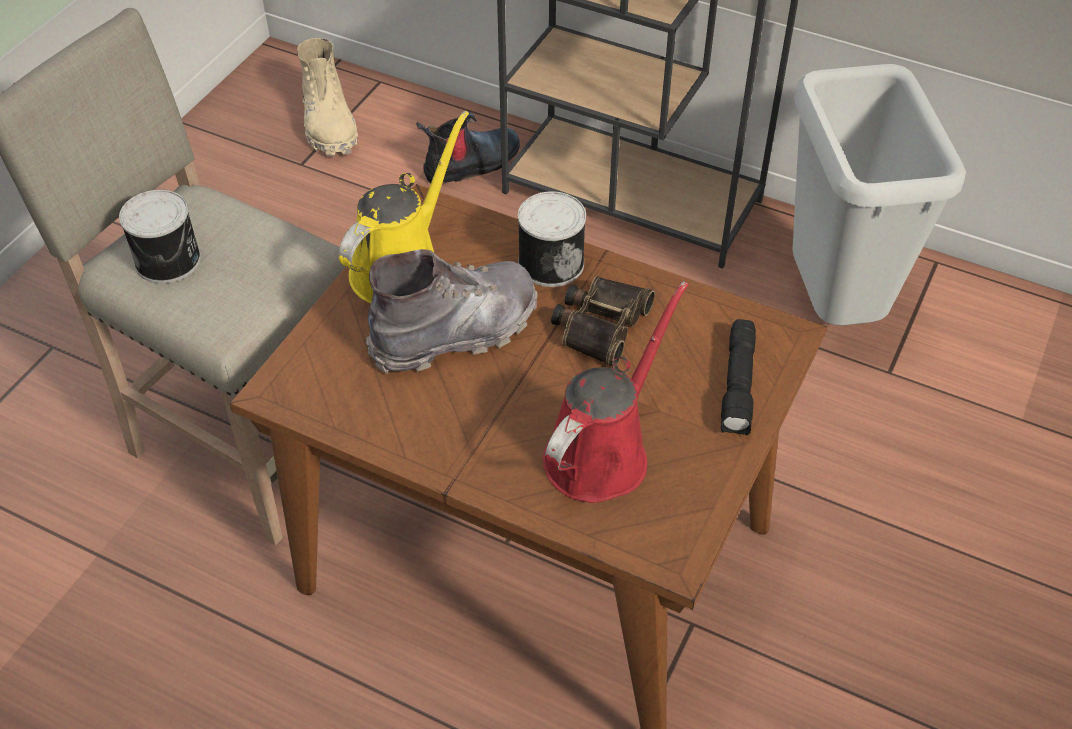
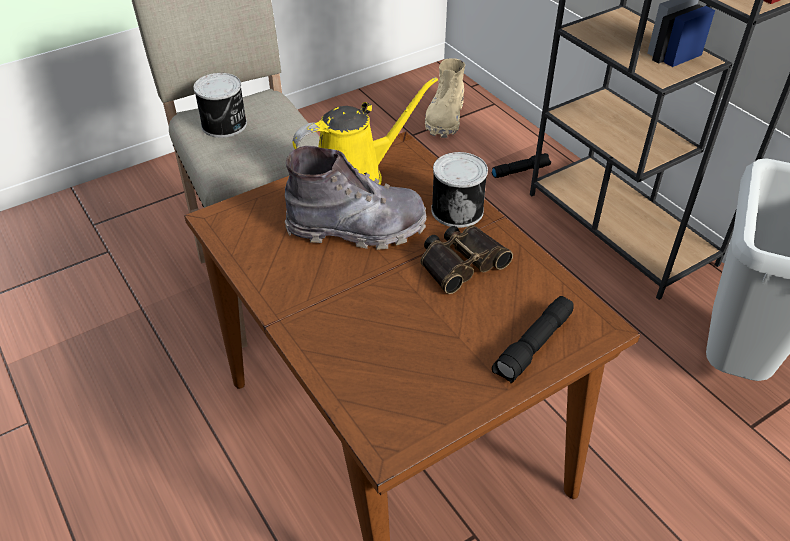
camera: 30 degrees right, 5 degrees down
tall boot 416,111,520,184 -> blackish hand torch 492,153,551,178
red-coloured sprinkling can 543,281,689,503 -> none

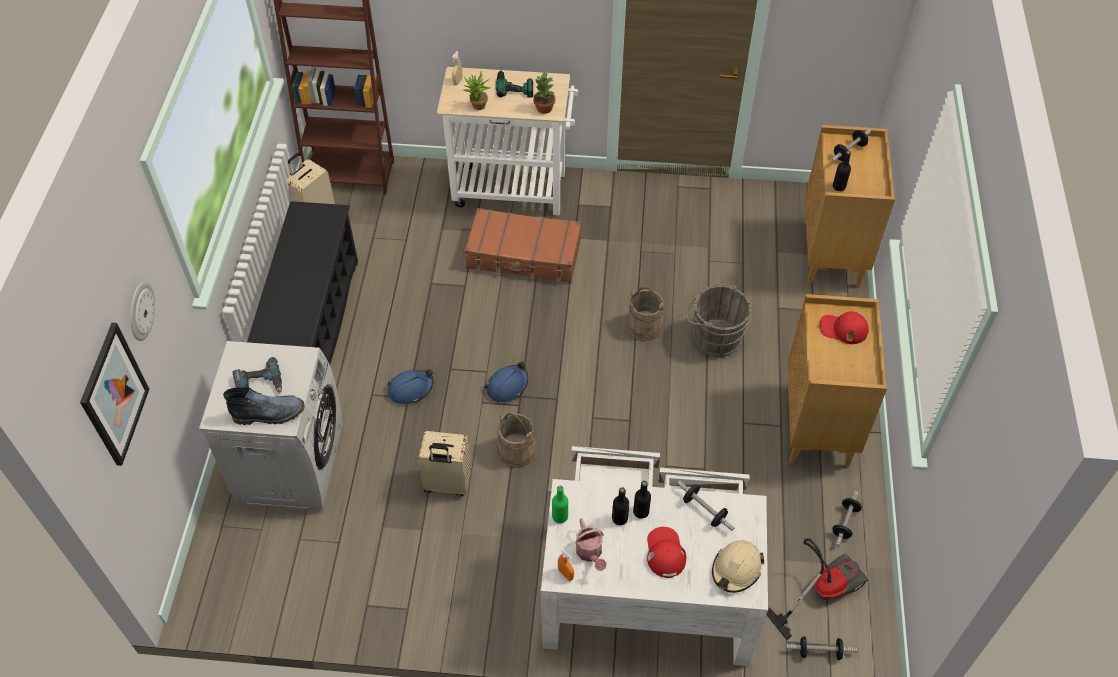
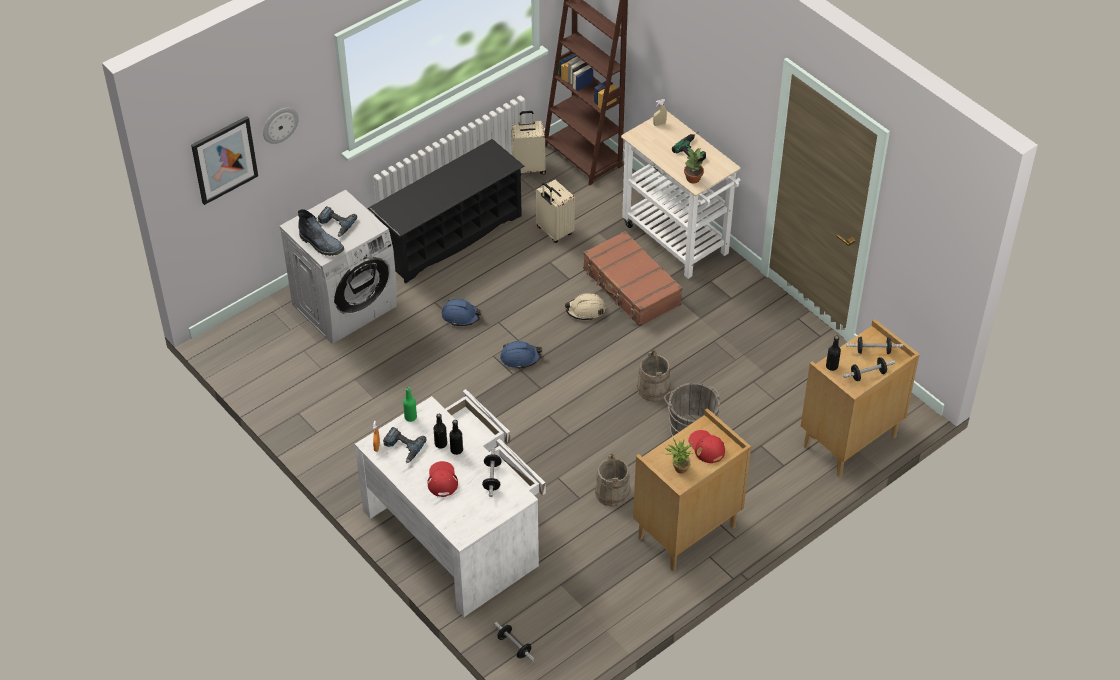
camera: 45 degrees right, 5 degrees down
plant in a pot 464,71,491,110 -> plant in a pot 665,438,693,474, moved
beige bucket 497,413,537,468 -> beige bucket 595,454,630,507, moved
beige travel case 418,431,471,496 -> beige travel case 536,180,575,243, moved
dumbbell 832,491,862,546 -> dumbbell 843,357,895,381, moved
sprinkling can 575,518,607,571 -> power drill 383,427,426,463
red-coloured baseball cap 647,527,687,578 -> red-coloured baseball cap 427,461,458,497, 45 degrees counterclockwise
hoover 766,538,869,640 -> none
beige safety helmet 712,540,764,593 -> beige safety helmet 565,293,605,321, moved

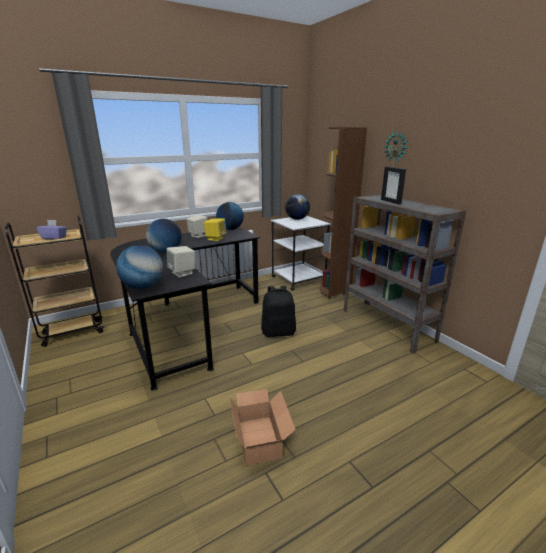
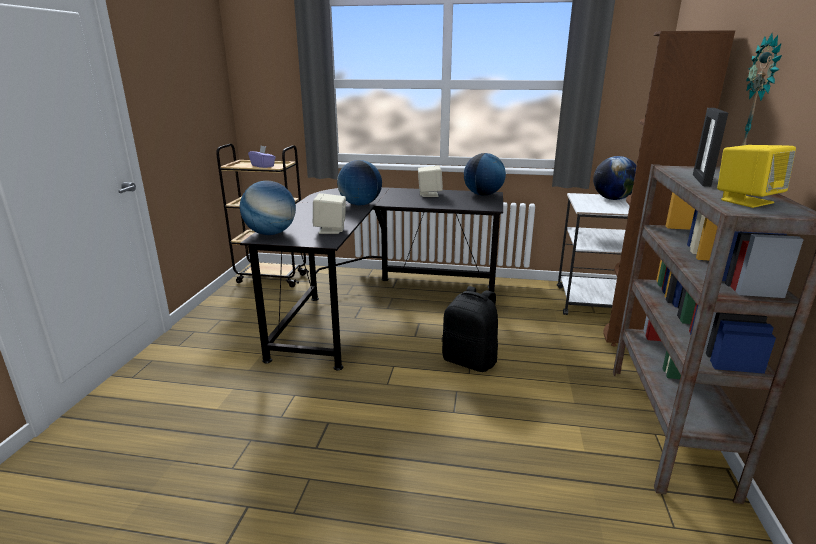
camera: 40 degrees right, 0 degrees up
yellow speaker 204,218,227,241 -> yellow speaker 717,145,796,208, moved
cardboard box 230,389,296,466 -> none

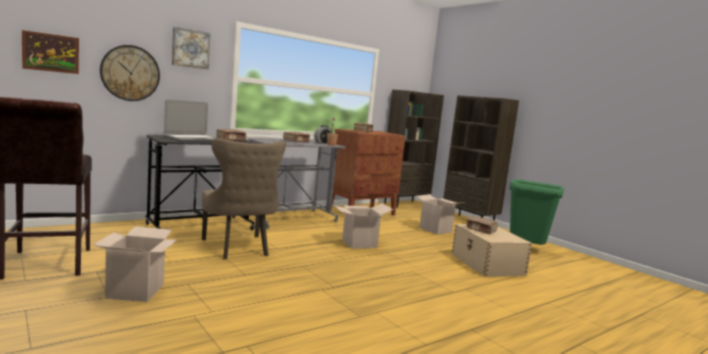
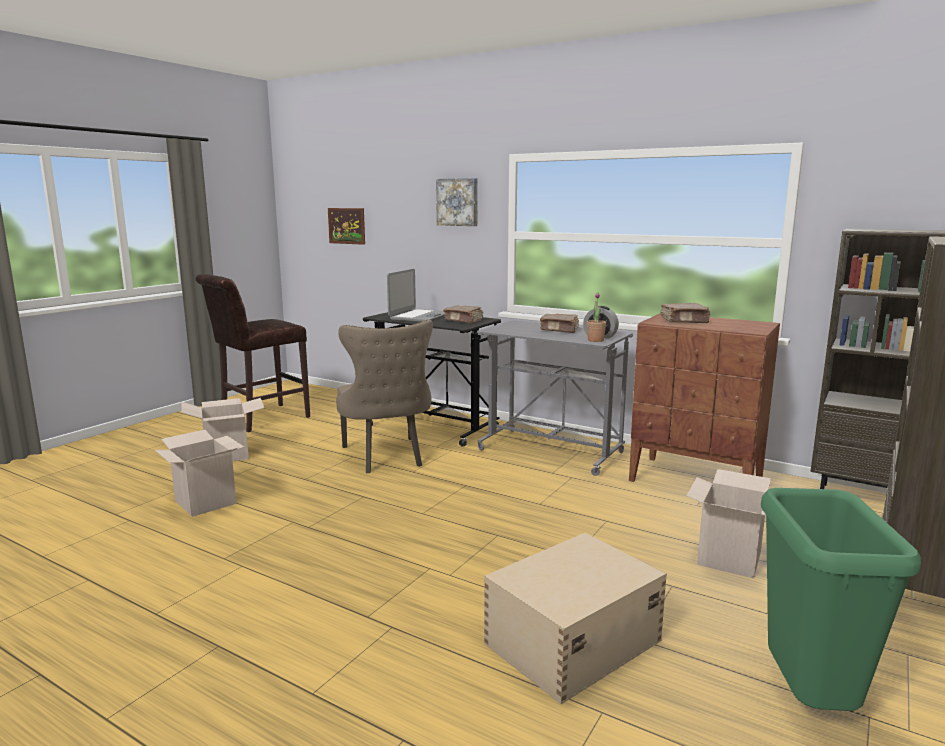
camera: 70 degrees right, 5 degrees up
clock on the wall 100,45,160,101 -> none
portable computer 164,100,215,141 -> portable computer 387,269,445,322, 90 degrees counterclockwise
beige plain chair 202,138,286,259 -> beige plain chair 336,319,433,473, 60 degrees counterclockwise
cardboard box 333,203,393,249 -> cardboard box 155,430,244,517, moved
brown-coloured volume 466,216,498,234 -> none

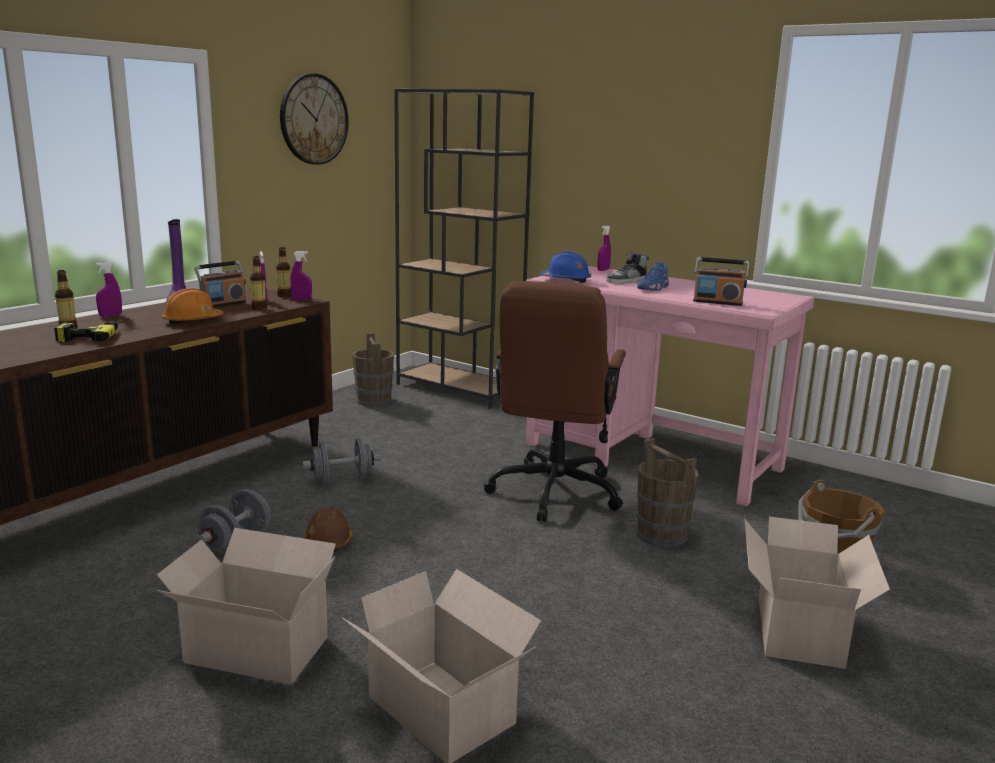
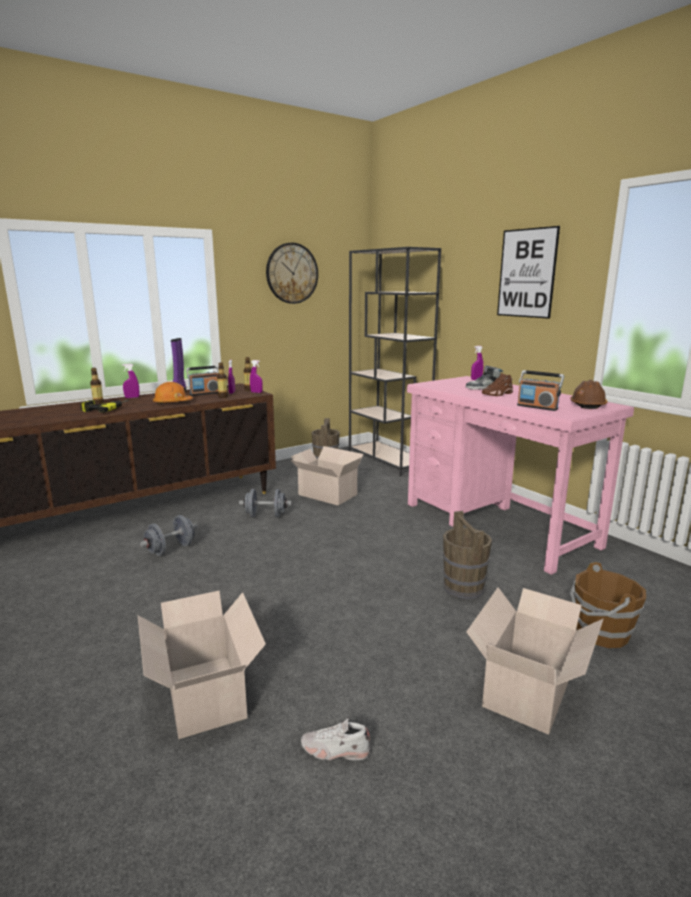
camera: 20 degrees right, 0 degrees up
bluish safety helmet 540,251,591,283 -> none
bluish low shoe 637,261,669,291 -> brown-coloured low shoe 482,373,513,396
brown-coloured office chair 484,281,626,522 -> none
brown-coloured safety helmet 303,507,352,553 -> brown-coloured safety helmet 570,380,608,409, moved
cardboard box 157,528,336,684 -> cardboard box 291,446,363,506, moved
none -> wall art 497,226,560,319
none -> white low shoe 301,718,370,760

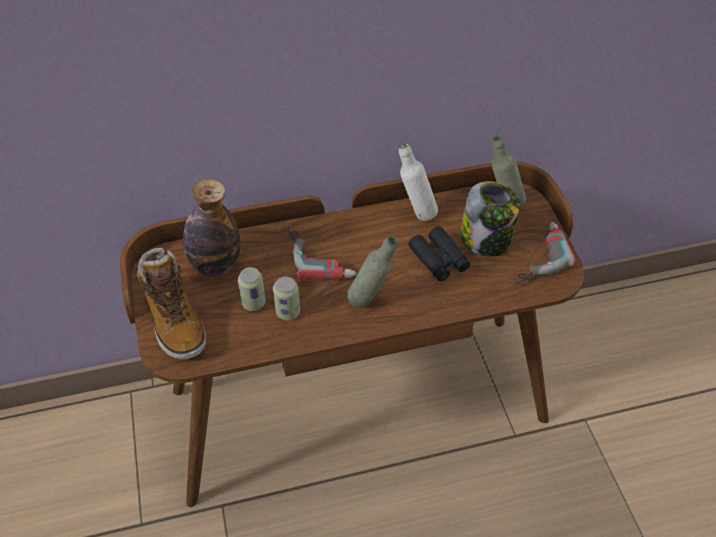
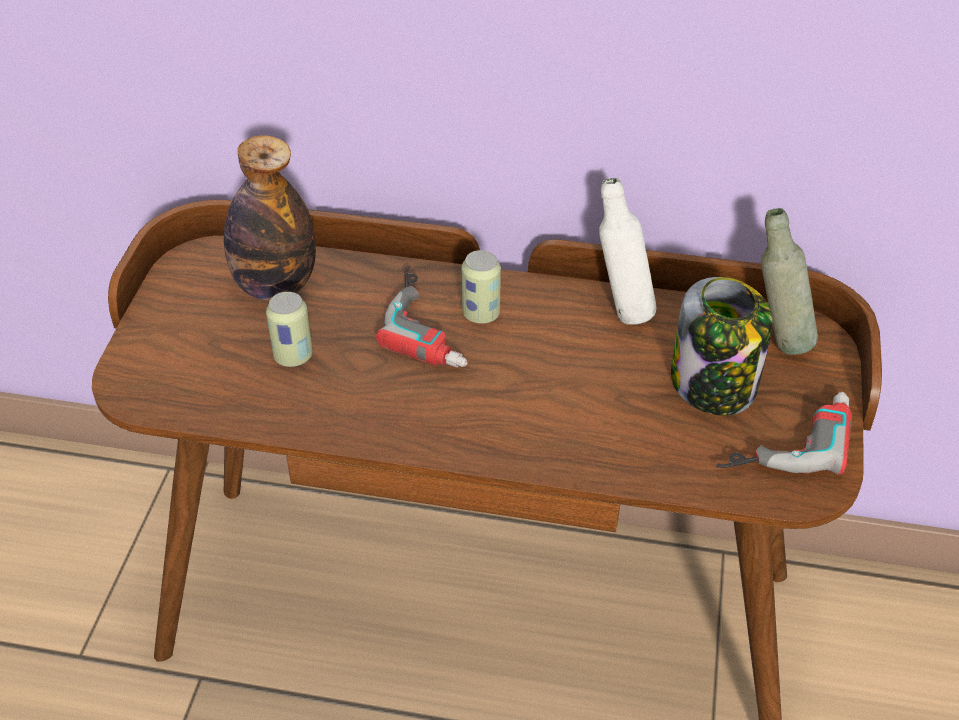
camera: 25 degrees right, 5 degrees down
blackish pair of binoculars 409,226,470,281 -> none
grey beverage bottle 347,236,398,308 -> none
tall boot 136,247,206,359 -> none
can 273,277,300,320 -> can 462,250,501,324, moved

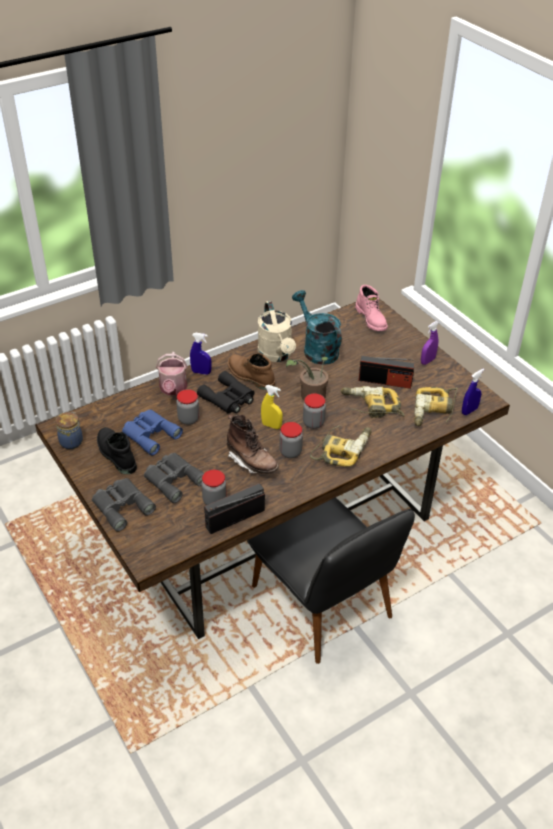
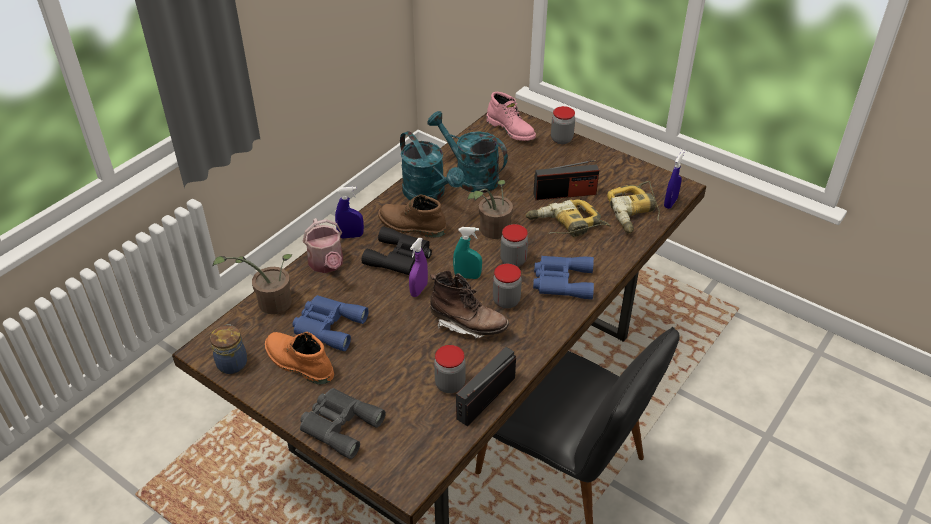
camera: 20 degrees left, 0 degrees up
beige sprinkling can 258,301,296,362 -> blue-green sprinkling can 400,131,464,200
purple-coloured hand sprayer 421,321,439,365 -> purple-coloured hand sprayer 409,238,428,297, moved
yellow hand sprayer 261,385,283,429 -> blue-green hand sprayer 453,227,482,279
preserve jar 176,389,200,425 -> preserve jar 551,106,575,144, moved
power drill 310,425,372,467 -> bluish pair of binoculars 533,256,594,299
blackish tall boot 97,427,137,474 -> orange tall boot 265,332,334,384
grey pair of binoculars 144,453,204,503 -> none
none -> plant in a pot 213,254,292,314

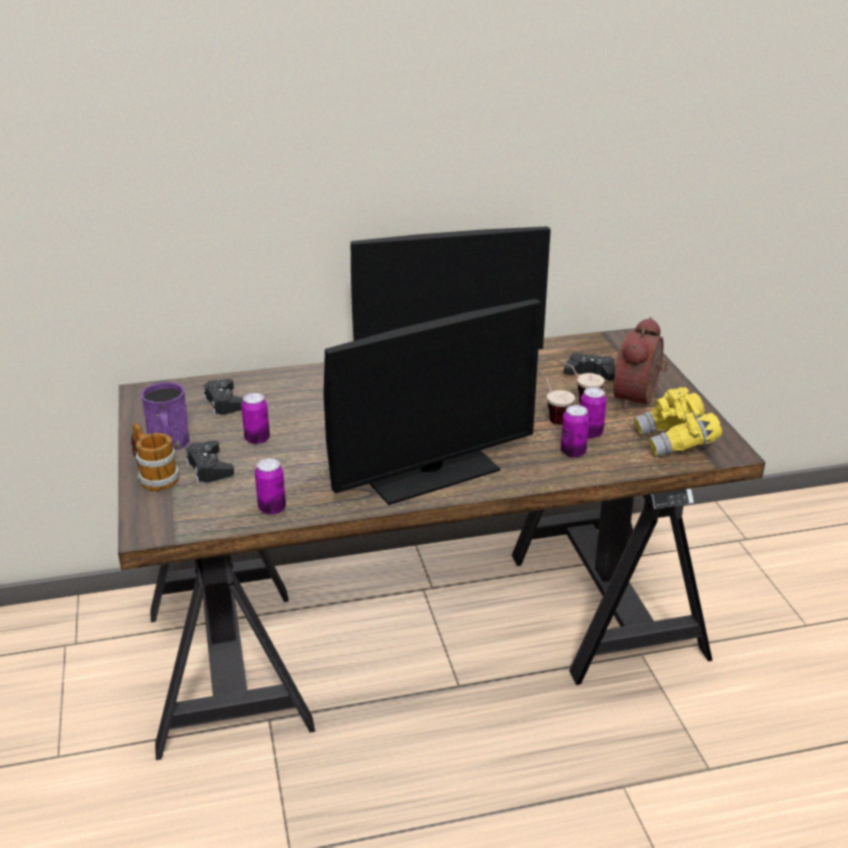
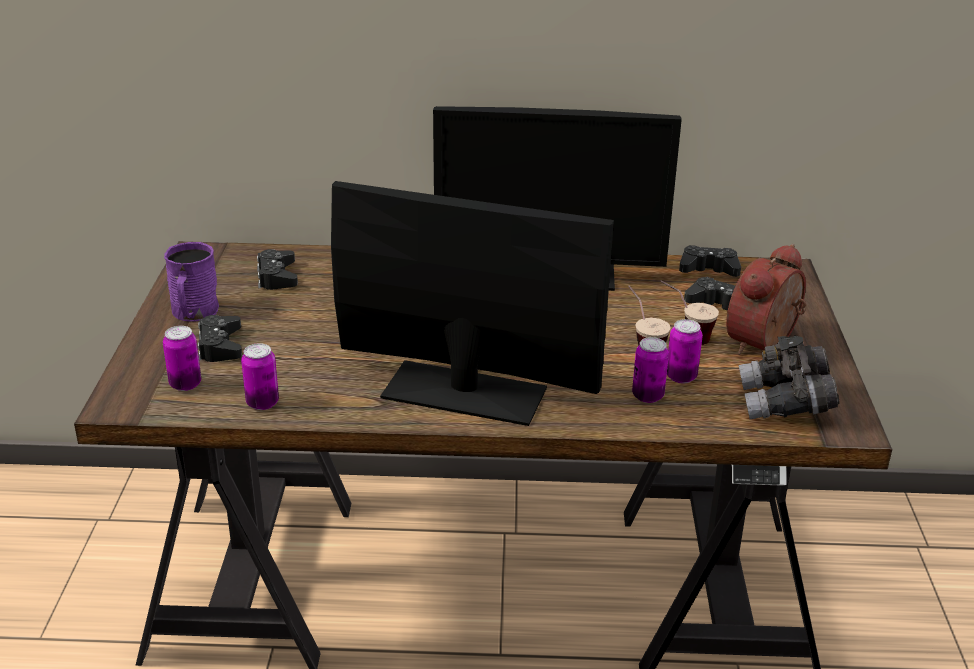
camera: 15 degrees right, 0 degrees up
computer screen 324,299,541,505 -> computer screen 331,181,614,426, 150 degrees counterclockwise
yellow pair of binoculars 634,387,722,457 -> grey pair of binoculars 739,335,839,419
can 241,393,270,445 -> can 163,326,201,391, moved
tea mug 131,423,180,491 -> none
none -> blackish gamepad 679,245,741,277

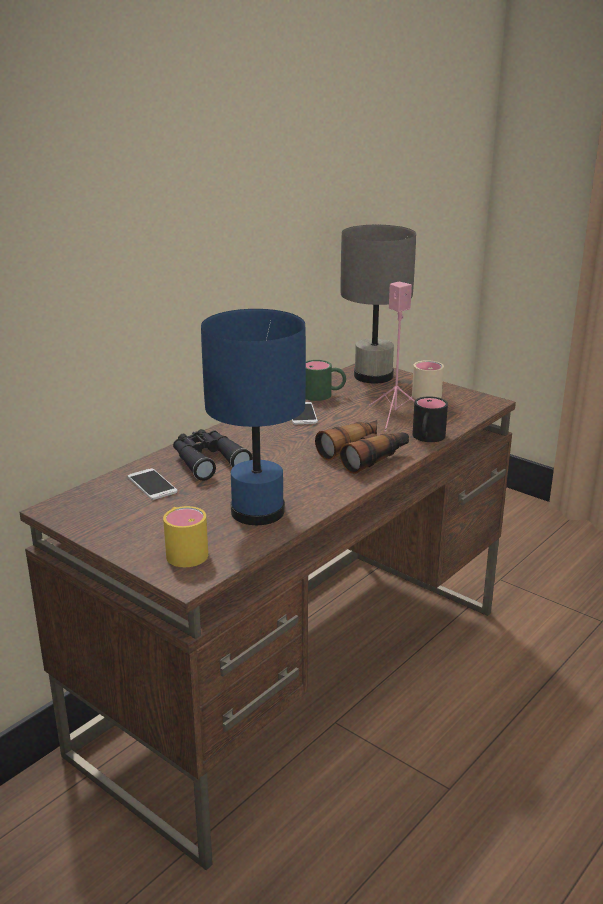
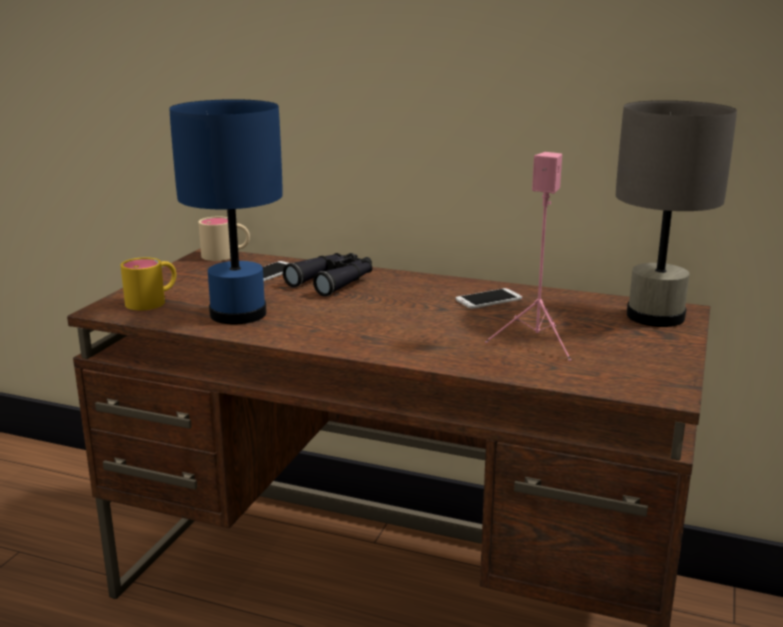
camera: 70 degrees right, 5 degrees down
green tea mug 305,360,346,401 -> none
beige tea mug 412,360,444,399 -> beige tea mug 198,216,250,261, moved
blackish tea mug 412,396,448,442 -> none
pair of binoculars 315,420,409,474 -> none

